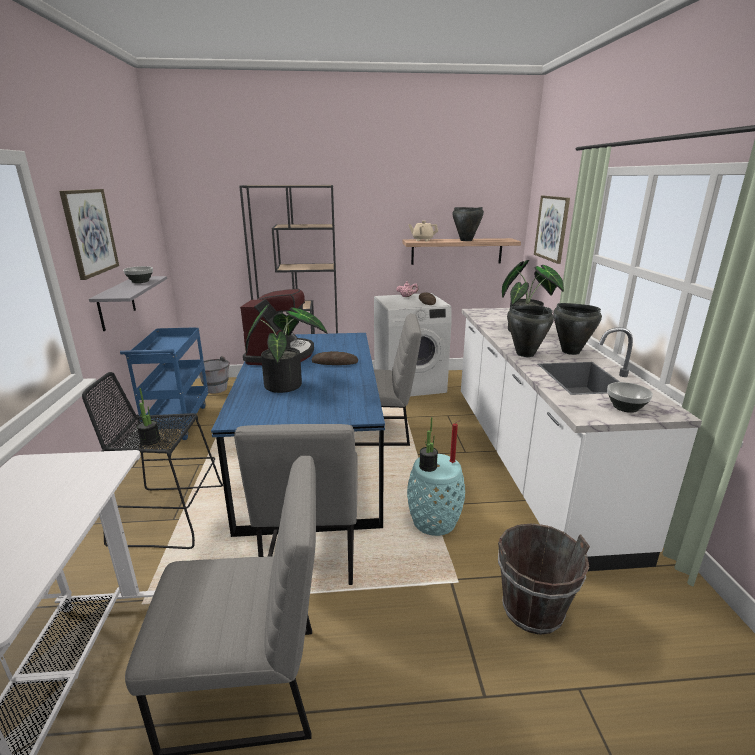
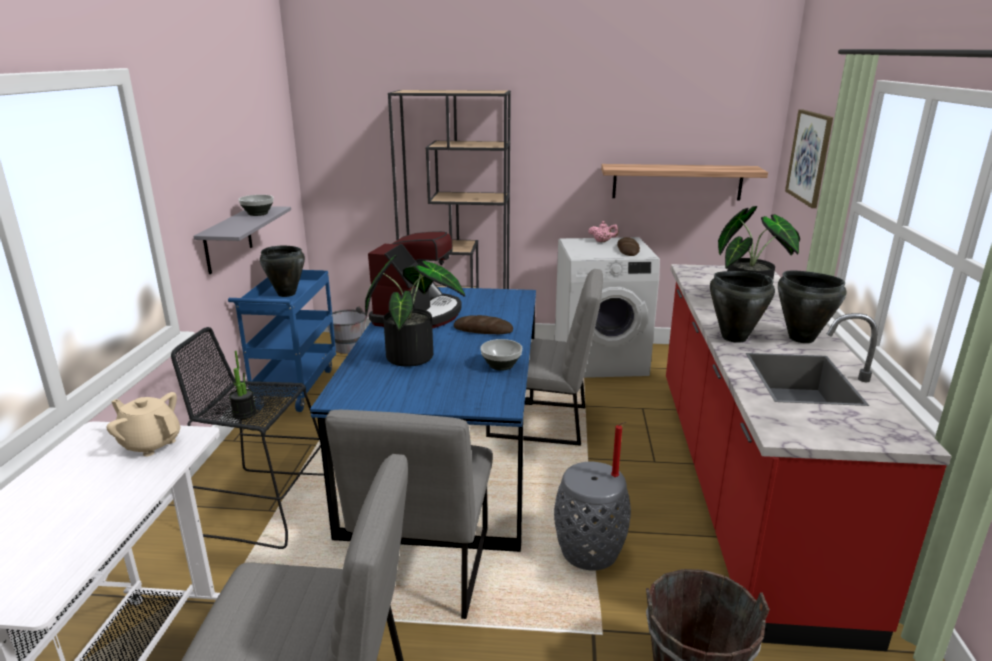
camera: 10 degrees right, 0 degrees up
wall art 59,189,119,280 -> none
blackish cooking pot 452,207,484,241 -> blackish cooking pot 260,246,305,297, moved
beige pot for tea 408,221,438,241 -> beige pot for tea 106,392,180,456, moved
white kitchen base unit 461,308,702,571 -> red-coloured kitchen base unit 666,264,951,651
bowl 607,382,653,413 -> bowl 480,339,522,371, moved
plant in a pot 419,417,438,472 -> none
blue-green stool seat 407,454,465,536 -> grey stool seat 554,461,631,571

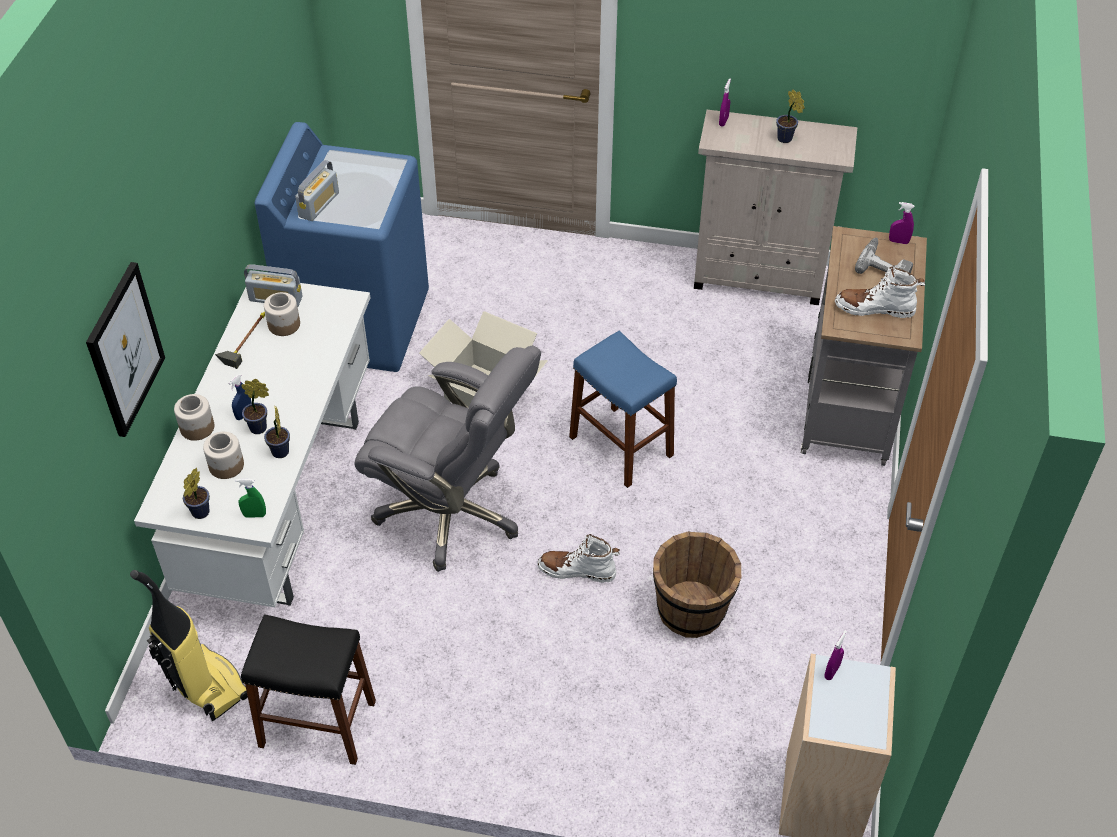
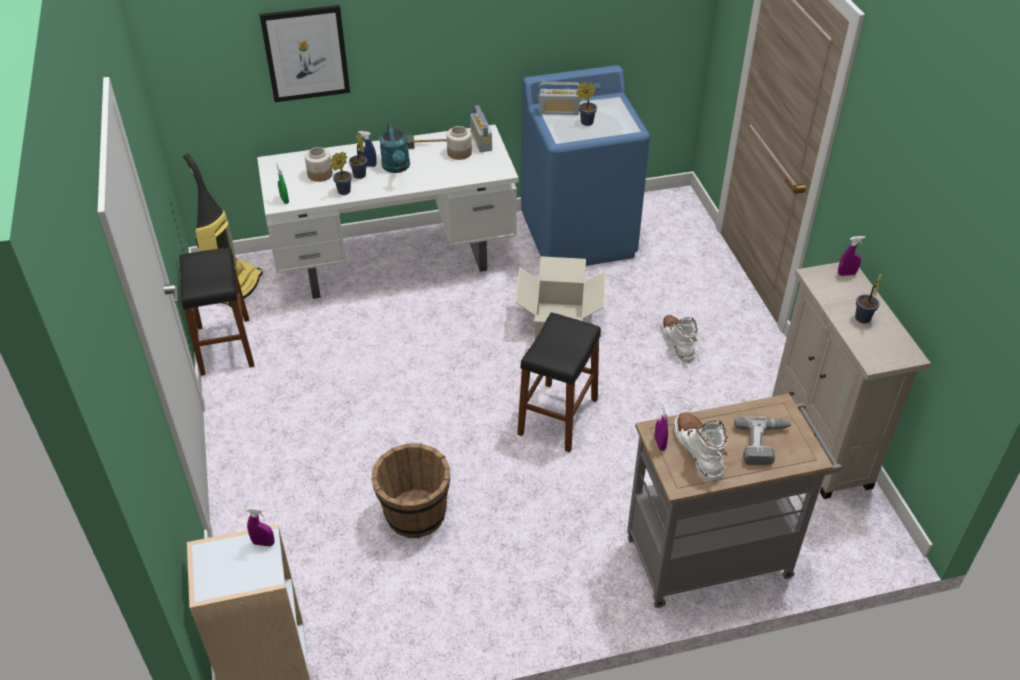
camera: 65 degrees right, 5 degrees down
purple-coloured hand sprayer 889,202,914,244 -> purple-coloured hand sprayer 655,401,669,451, moved
bluish stool seat 569,331,677,488 -> blackish stool seat 517,312,601,452
grey office chair 354,346,541,572 -> none
preserve jar 174,394,214,441 -> none
plant in a pot 183,468,210,519 -> plant in a pot 576,82,597,126, moved
white tall boot 537,534,620,583 -> white tall boot 661,315,698,362, moved
none -> blue-green sprinkling can 379,122,410,173

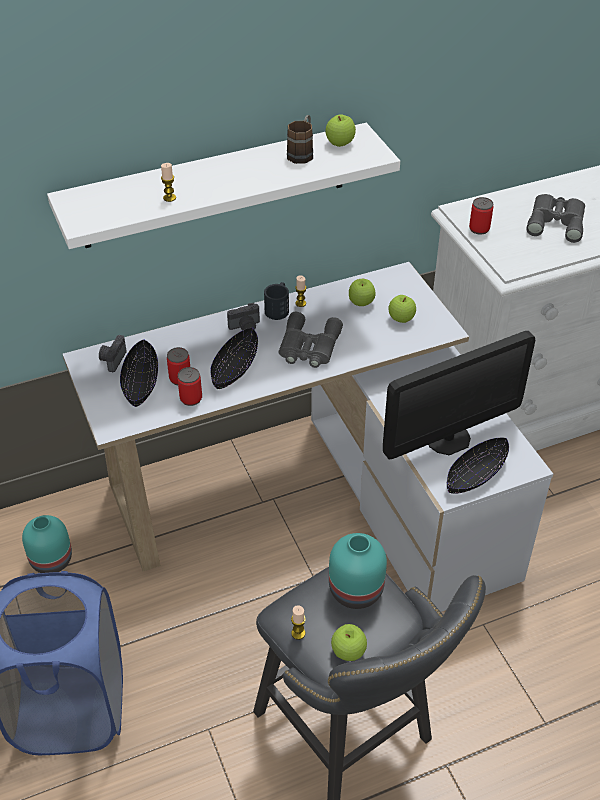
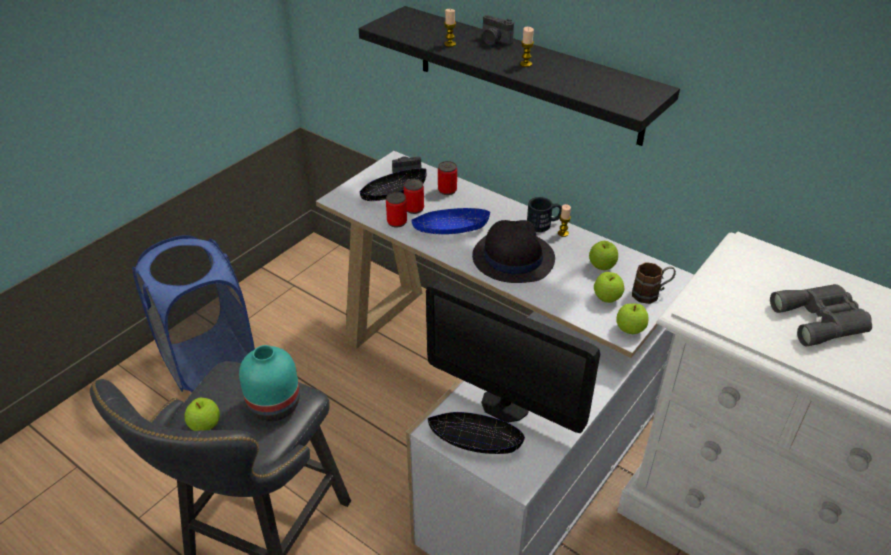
camera: 60 degrees right, 5 degrees down
apple 325,114,356,147 -> apple 616,303,648,334, moved
brown-coloured tea mug 287,115,313,164 -> brown-coloured tea mug 632,262,676,304, moved
white bracket shelf 47,123,400,249 -> blackish bracket shelf 359,6,680,146
can 469,197,494,235 -> can 438,161,457,195, moved
photo camera 227,303,260,330 -> photo camera 482,15,514,45, moved
grey pair of binoculars 279,312,343,368 -> blackish wearable hat 472,220,555,283
blackish bowl 210,328,258,389 -> bluish bowl 411,208,490,234
blue-green vase 22,515,72,573 -> none
wax candle 291,605,306,640 -> wax candle 520,27,534,67, moved

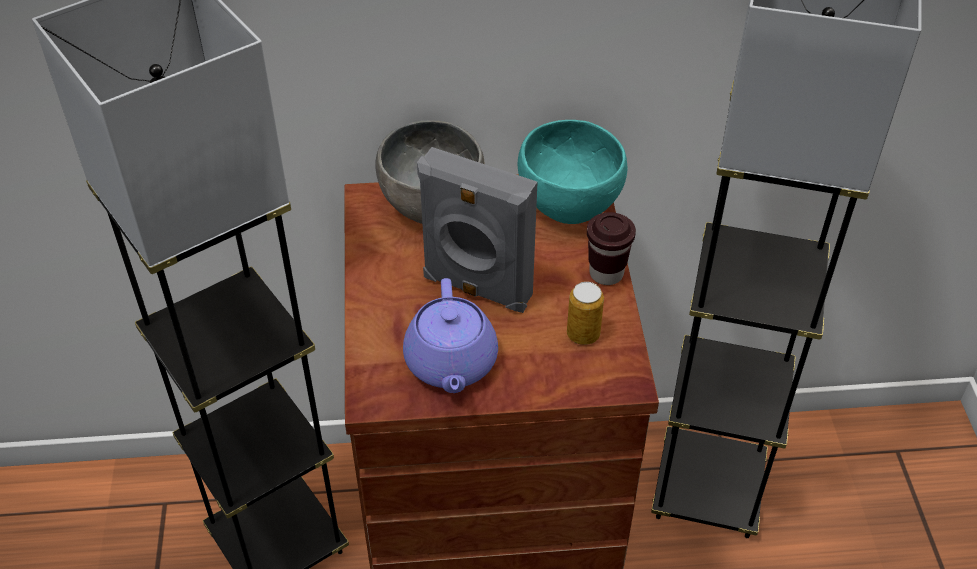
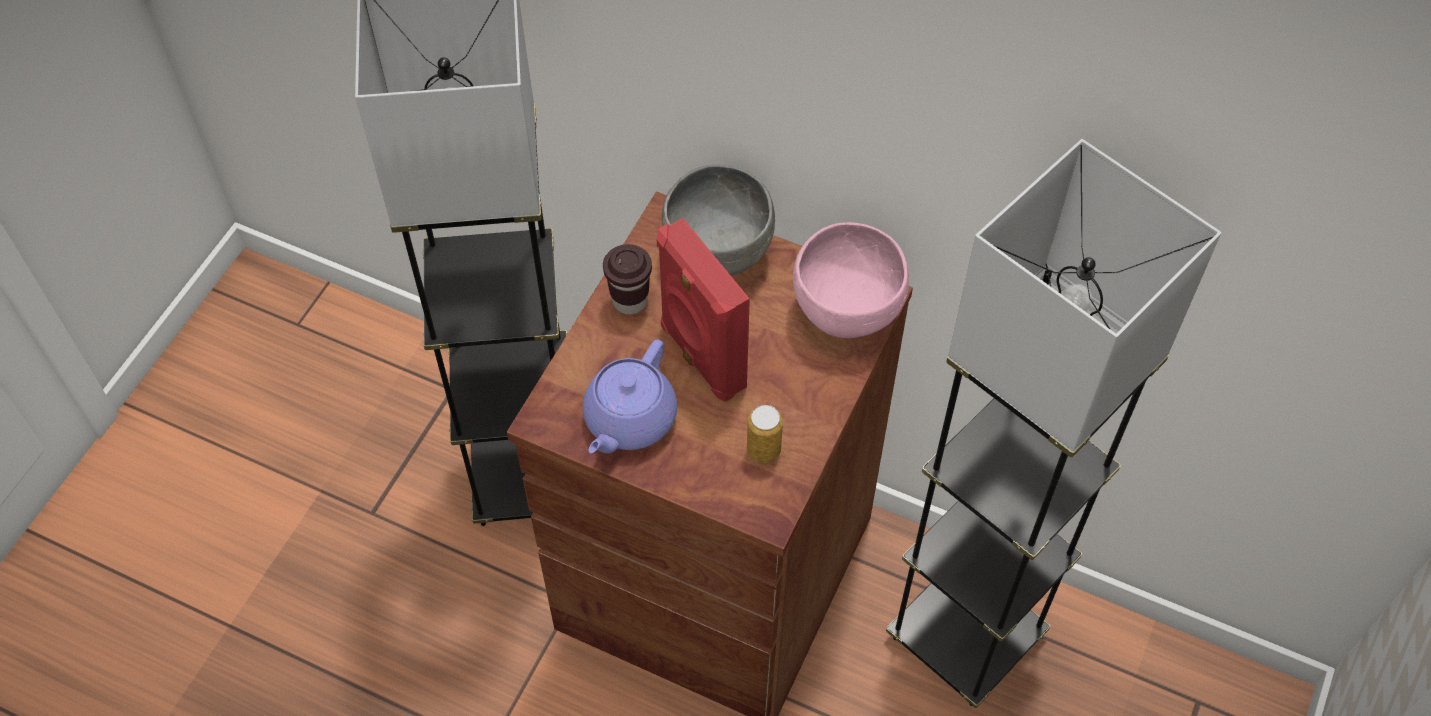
camera: 30 degrees right, 10 degrees up
blue-green bowl 518,120,627,224 -> pinkish bowl 793,222,909,338
grey speaker 417,147,538,313 -> red-coloured speaker 657,218,750,402
brown-coloured cup 587,212,636,285 -> brown-coloured cup 603,244,652,314, moved

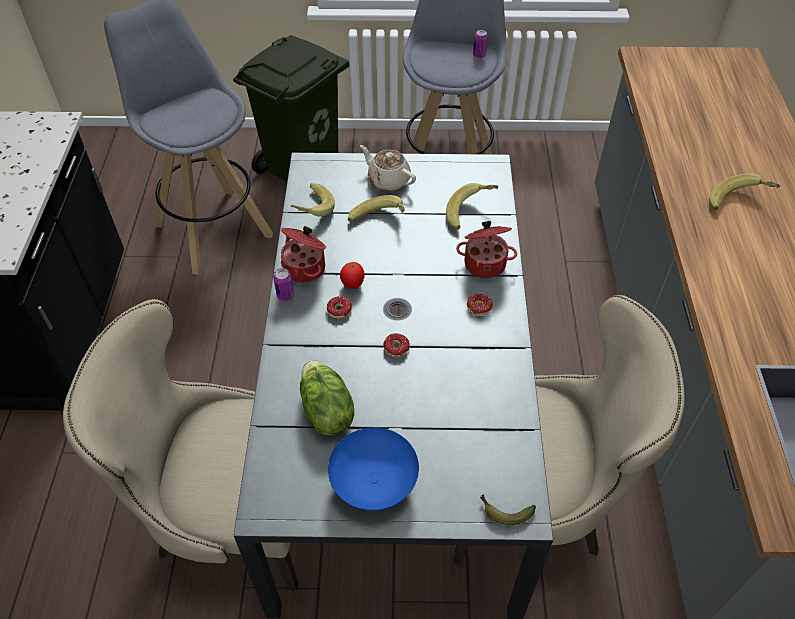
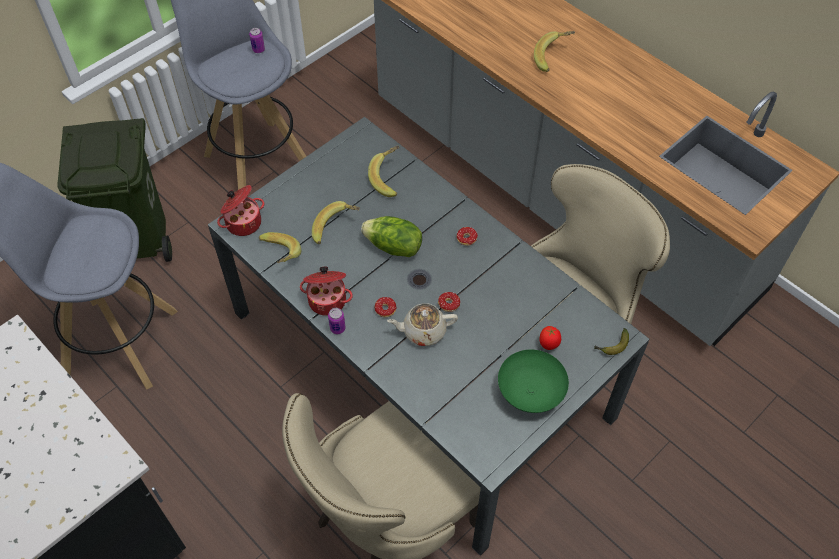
camera: 45 degrees left, 5 degrees up
beige pot for tea 360,145,416,191 -> beige pot for tea 387,303,458,346, moved
cooking pot 456,221,517,278 -> cooking pot 217,185,265,236, moved
tomato 340,262,365,289 -> tomato 540,326,561,350, moved
head of lettuce 300,360,354,436 -> head of lettuce 361,216,422,257, moved
bluish bowl 328,427,419,511 -> green bowl 498,350,569,413

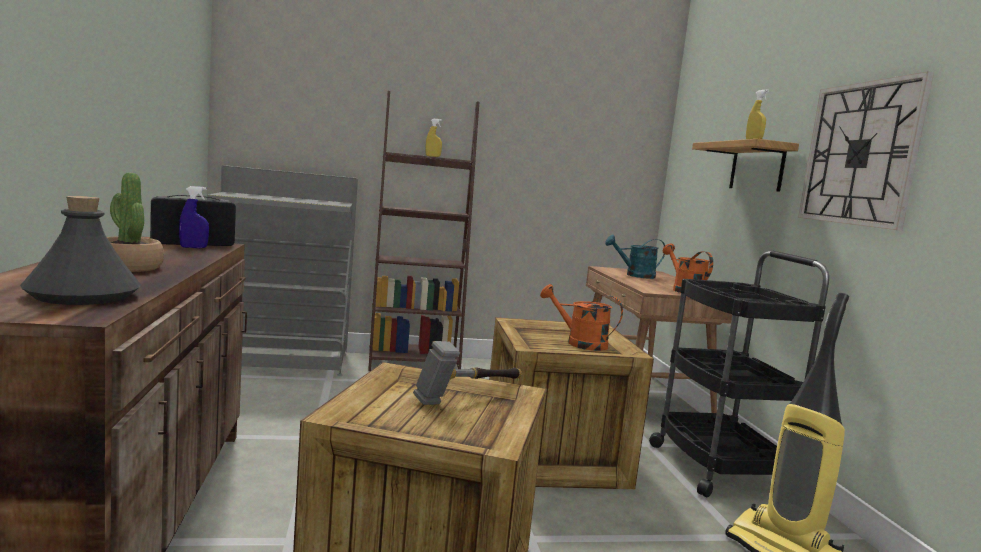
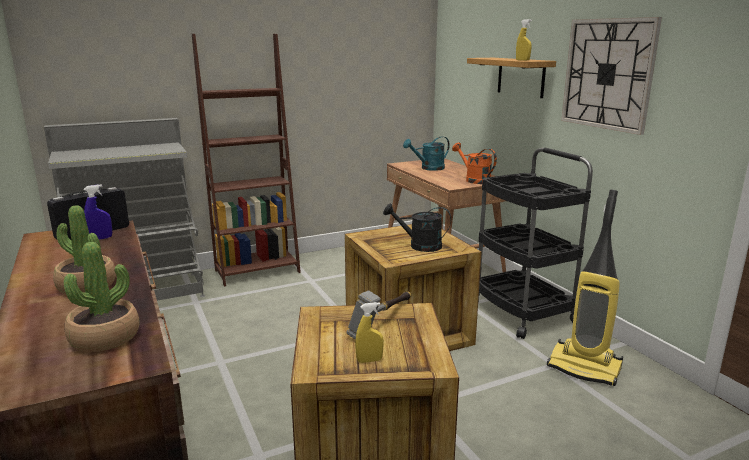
camera: 15 degrees left, 10 degrees up
yellow hand sprayer 425,119,442,157 -> yellow hand sprayer 355,302,384,363, moved
grey beverage bottle 20,196,141,305 -> plant in a pot 64,242,140,352
orange sprinkling can 540,284,623,351 -> blackish sprinkling can 383,204,451,252

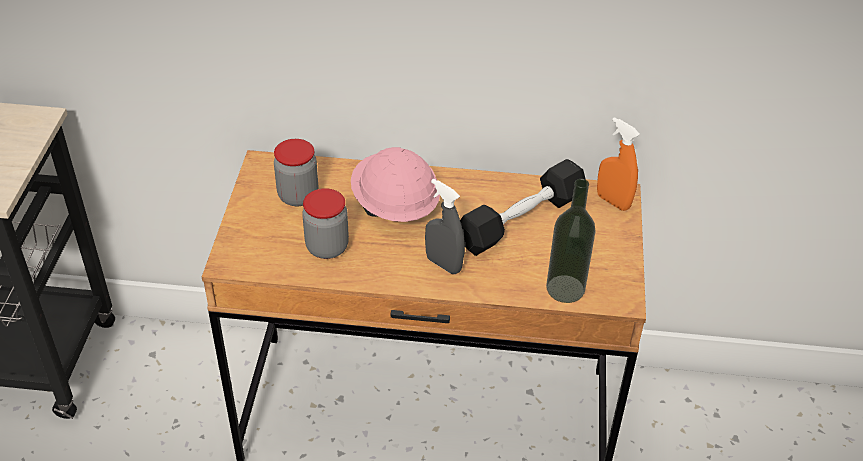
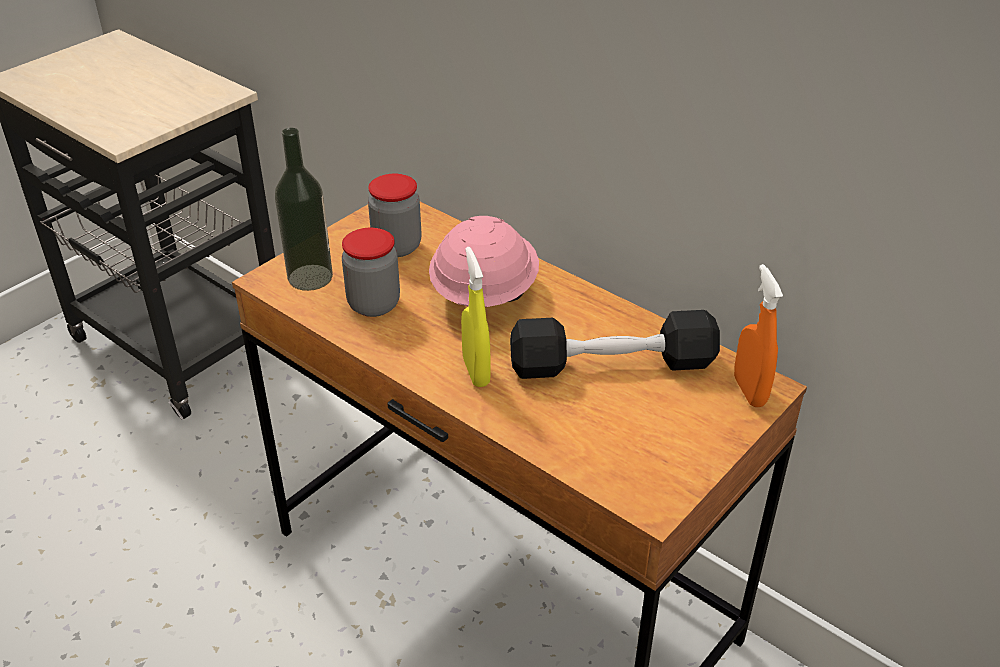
camera: 35 degrees right, 5 degrees down
grey hand sprayer 425,179,465,274 -> yellow hand sprayer 461,247,491,387
beverage bottle 546,179,596,303 -> beverage bottle 275,128,333,291, moved

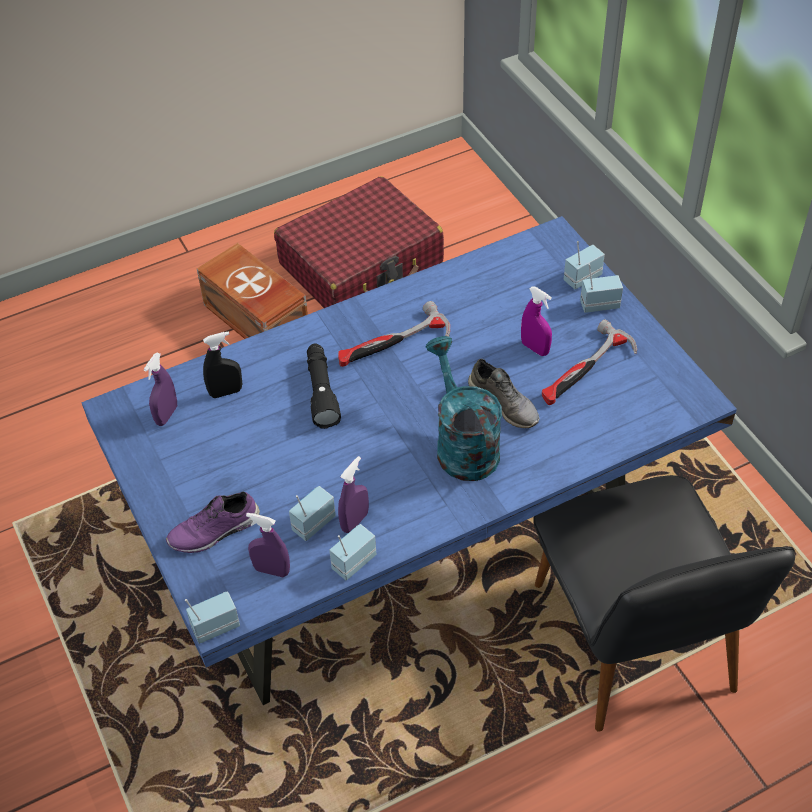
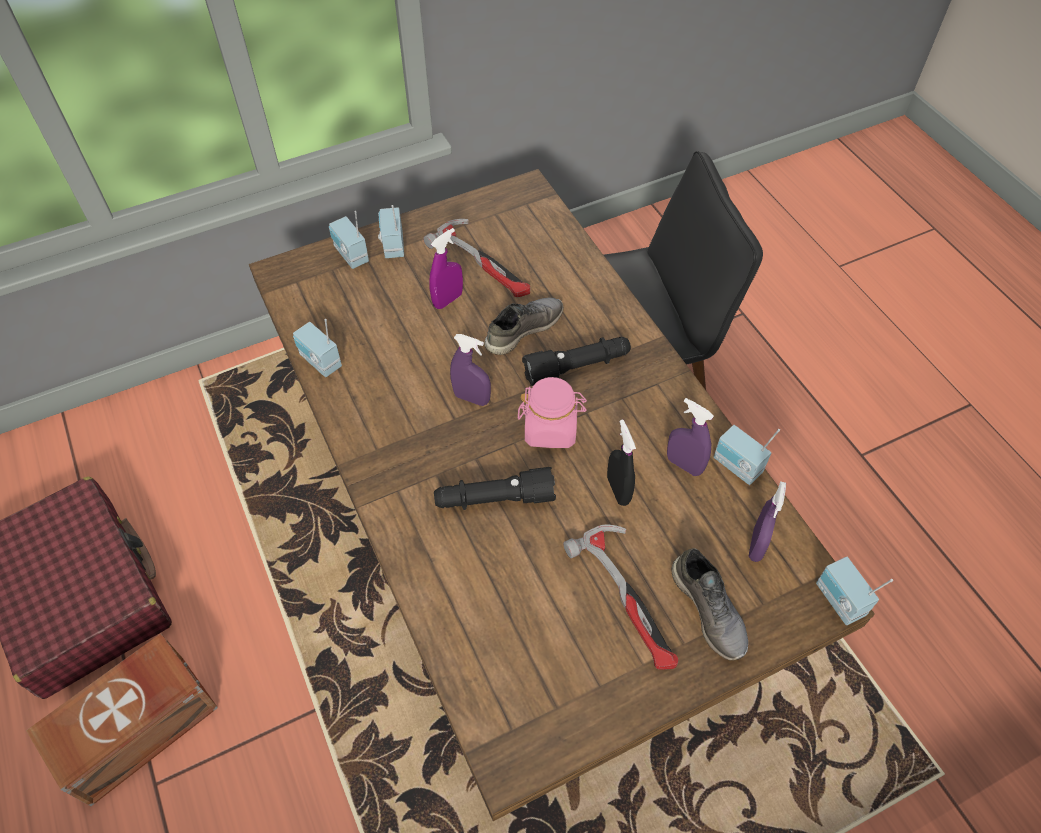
camera: 90 degrees left, 5 degrees up
bluish dinner table 81,216,737,705 -> brown-coloured dinner table 249,169,875,821
tool hammer 338,301,450,367 -> tool hammer 563,525,678,670, moved
blackish hand sprayer 203,331,242,398 -> blackish hand sprayer 607,420,636,506, moved
blue-green sprinkling can 426,336,502,481 -> blackish hand torch 522,337,631,386
purple-coloured hand sprayer 144,353,177,426 -> purple-coloured hand sprayer 450,334,491,406, moved
radio receiver 289,486,336,541 -> radio receiver 293,319,342,377, moved
purple-coloured low shoe 166,491,260,553 -> grey low shoe 671,548,748,661
none -> pinkish preserve jar 518,377,587,448

